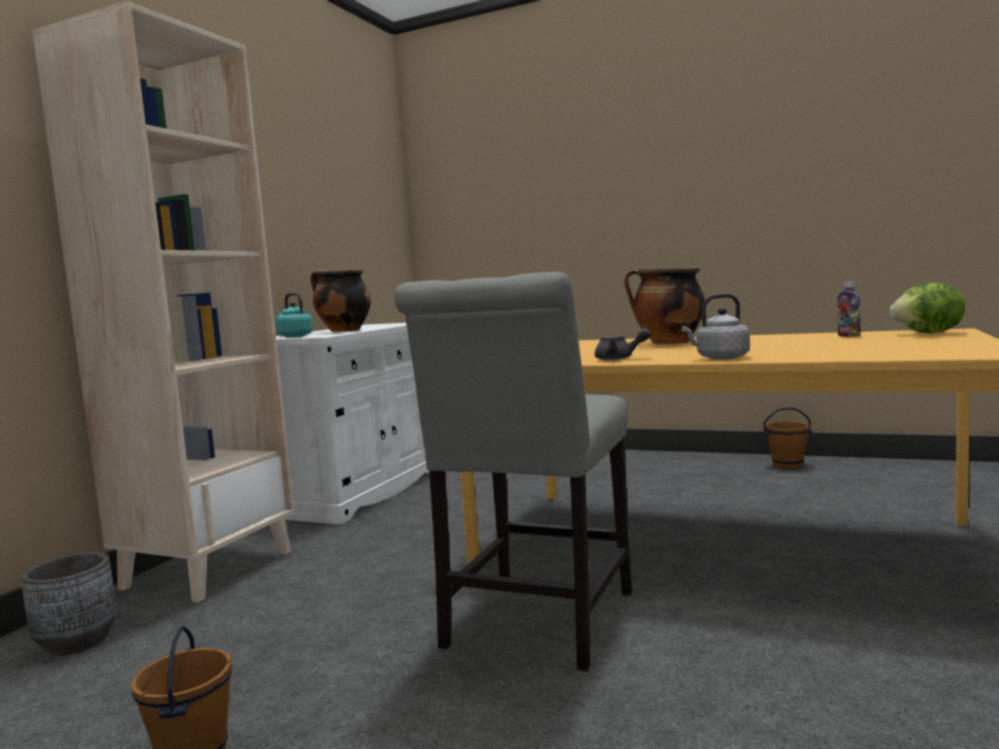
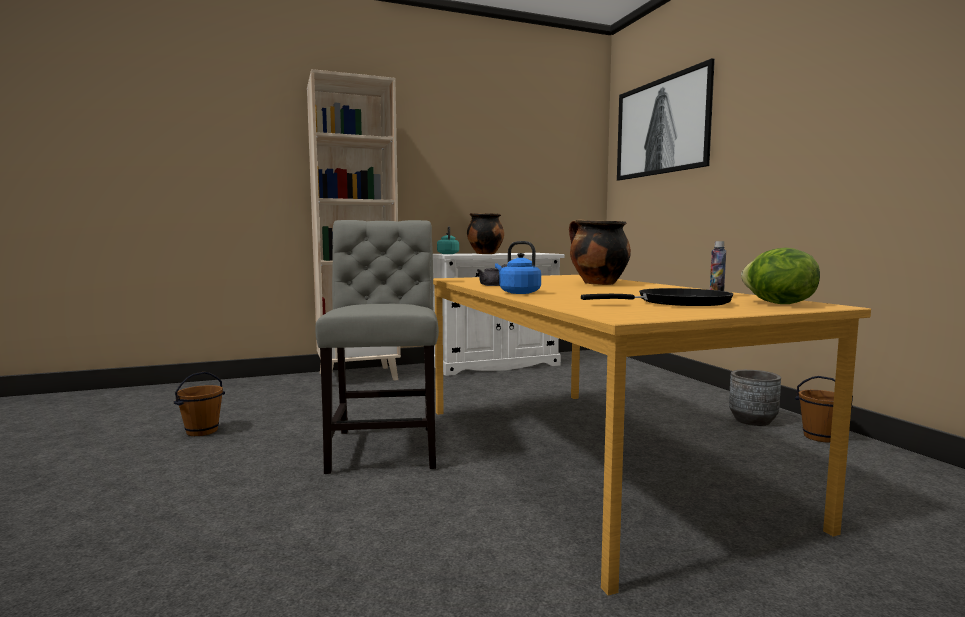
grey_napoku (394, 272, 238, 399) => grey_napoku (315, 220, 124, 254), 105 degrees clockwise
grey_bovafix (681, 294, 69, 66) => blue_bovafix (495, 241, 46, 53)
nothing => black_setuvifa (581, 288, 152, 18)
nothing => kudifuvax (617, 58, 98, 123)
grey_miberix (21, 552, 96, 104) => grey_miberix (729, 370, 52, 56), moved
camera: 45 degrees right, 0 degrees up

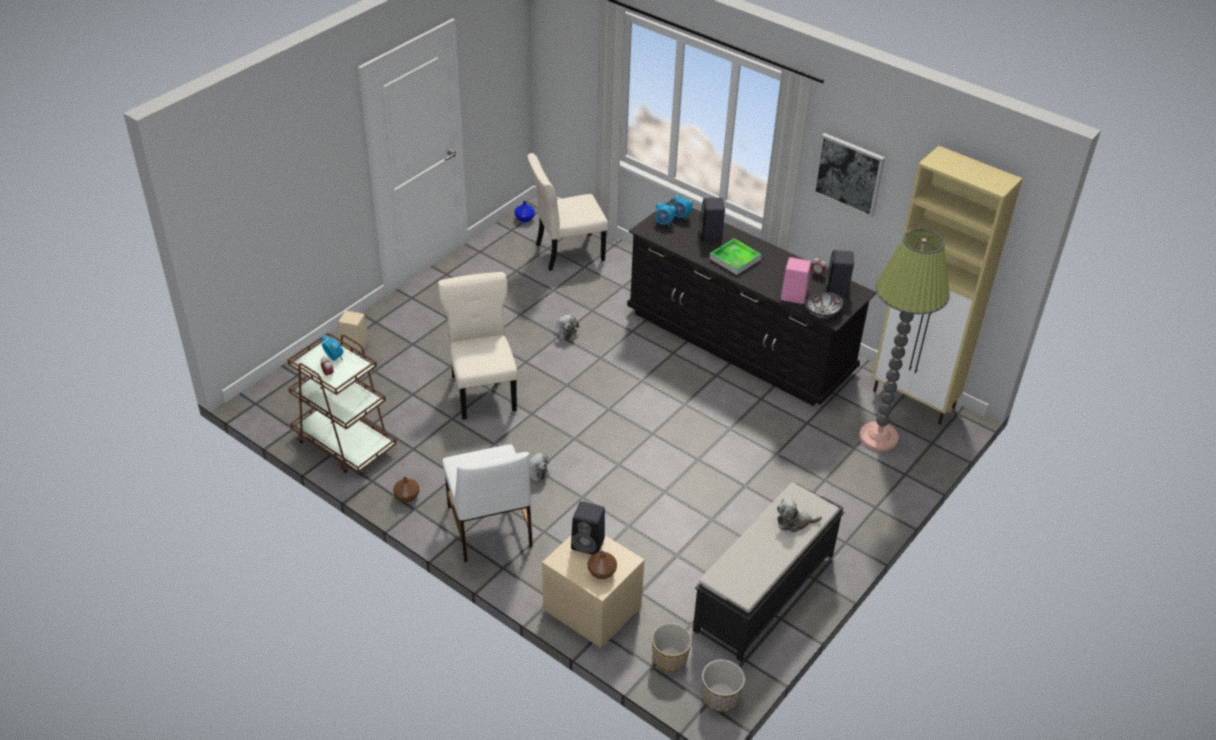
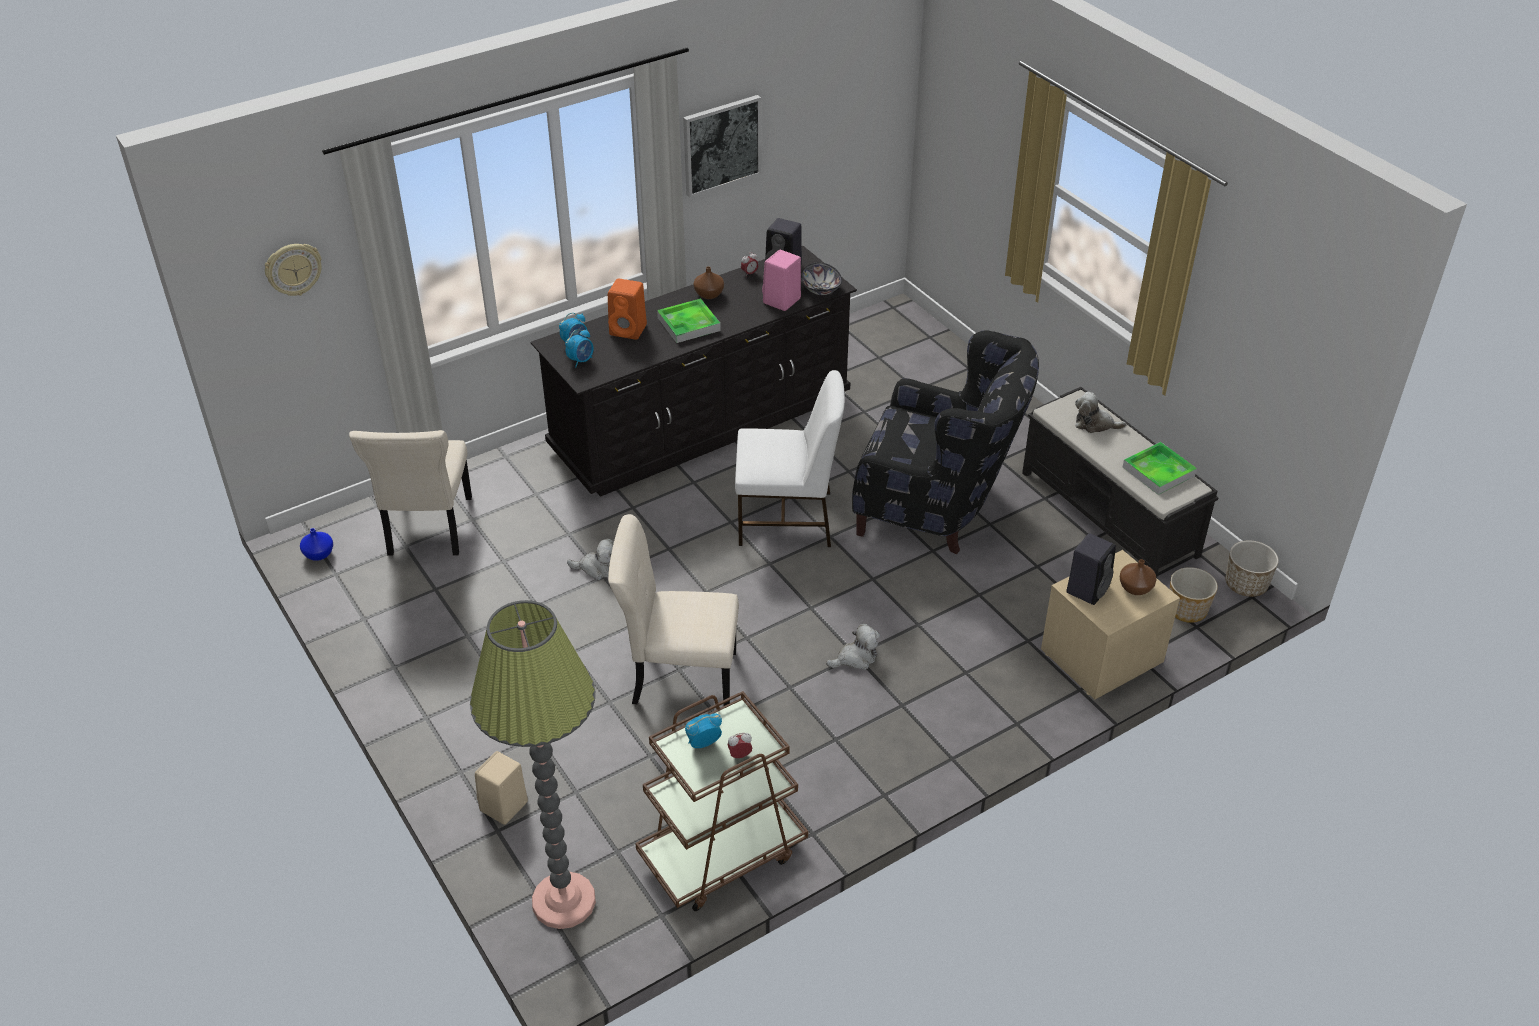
nothing => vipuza (265, 244, 57, 52)
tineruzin (859, 229, 91, 222) => tineruzin (470, 600, 126, 329), moved
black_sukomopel (699, 198, 26, 43) => orange_sukomopel (608, 278, 39, 62)
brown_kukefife (393, 477, 27, 25) => brown_kukefife (694, 266, 30, 33), moved
white_napoku (442, 444, 91, 118) => white_napoku (735, 370, 110, 177), moved
nothing => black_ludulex (852, 330, 187, 224)
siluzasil (777, 497, 45, 36) => siluzasil (1075, 392, 52, 41), 90 degrees clockwise
nothing => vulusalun (1123, 442, 74, 53)
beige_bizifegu (872, 146, 151, 279) => nothing
camera: 70 degrees left, 0 degrees up

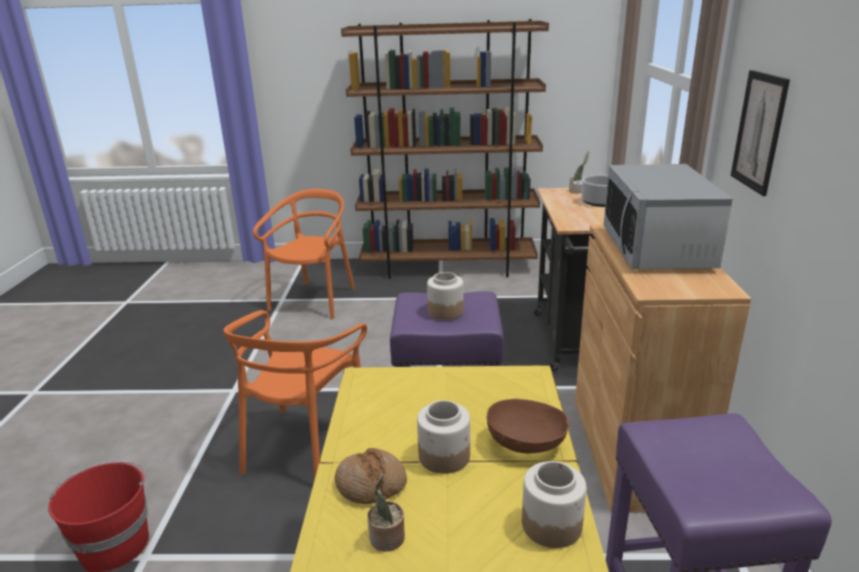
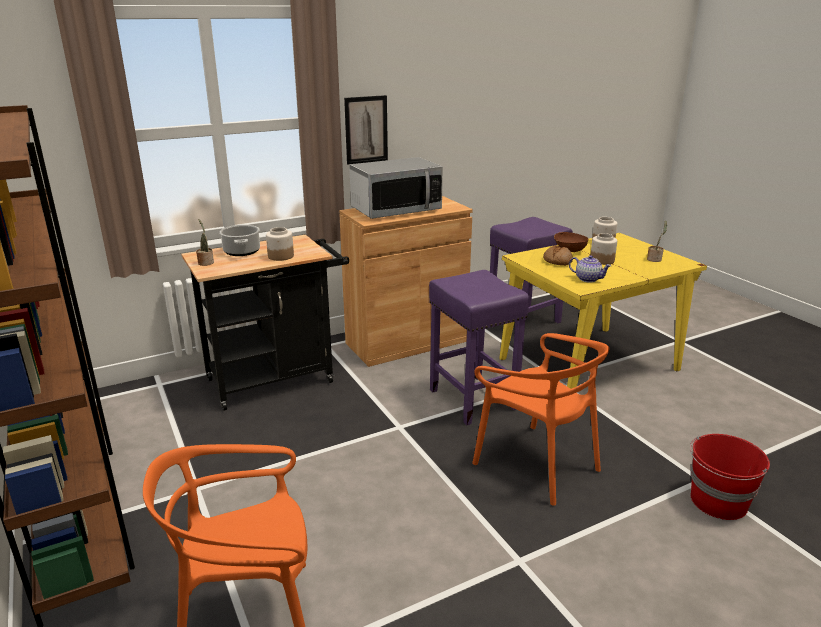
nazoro (427, 272, 37, 48) => nazoro (266, 227, 28, 34), moved
orange_napoku (223, 310, 144, 170) => orange_napoku (472, 333, 137, 173), 60 degrees clockwise
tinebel (335, 448, 72, 56) => tinebel (543, 245, 30, 21), moved
nothing => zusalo (569, 255, 42, 28)
camera: 120 degrees left, 0 degrees up

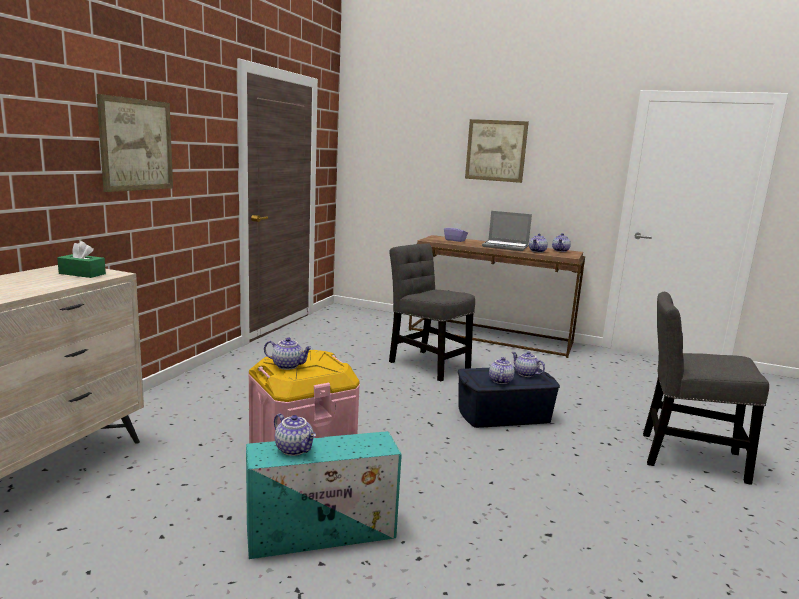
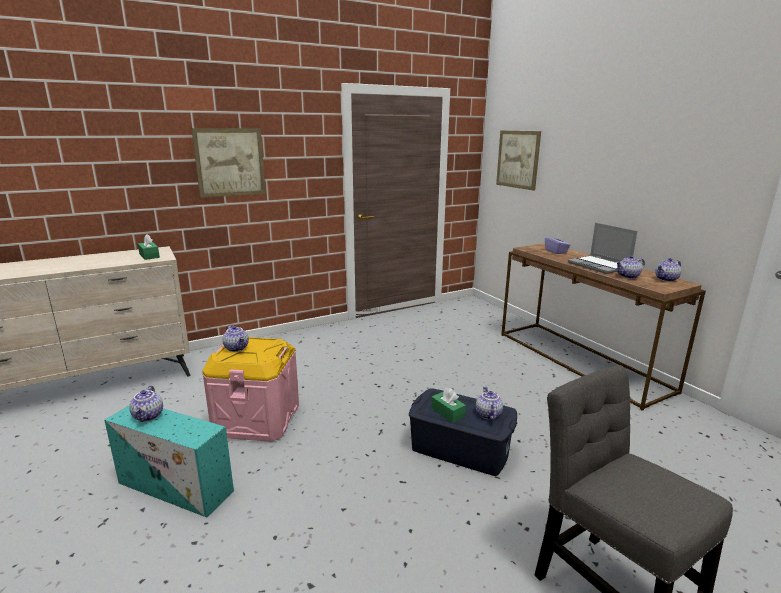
zusalo (489, 357, 26, 27) => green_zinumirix (431, 388, 35, 35)
kudifuvax (465, 119, 64, 64) => kudifuvax (496, 131, 45, 60), moved
grey_napoku (389, 243, 86, 139) => nothing
camera: 40 degrees right, 5 degrees up

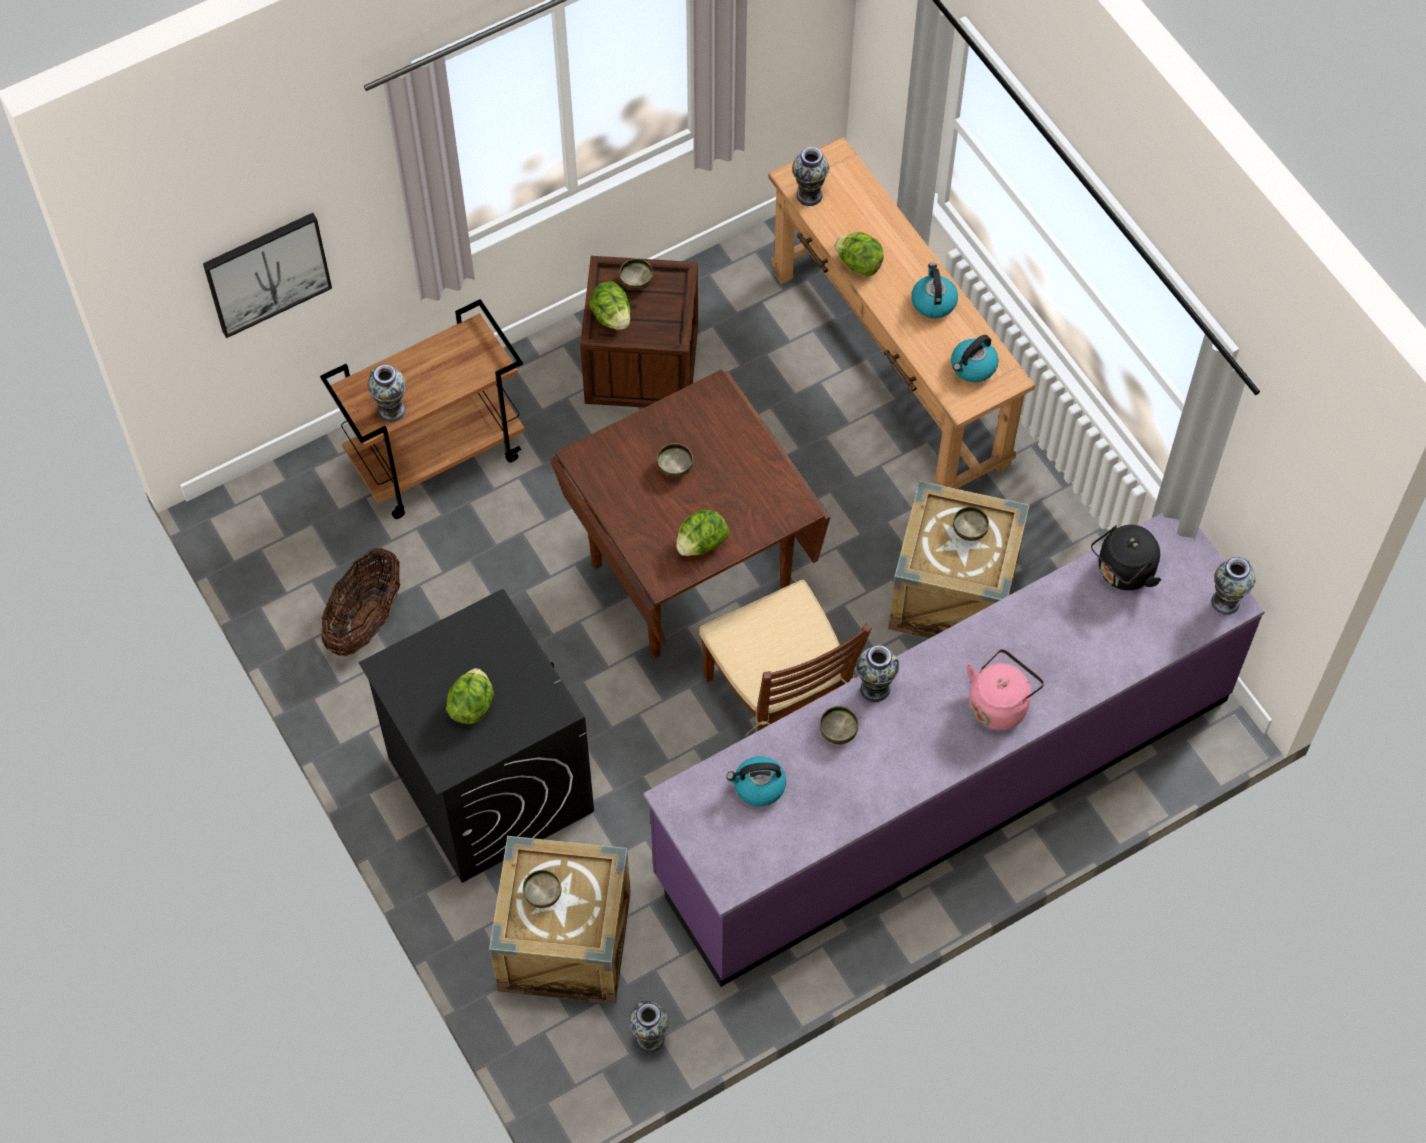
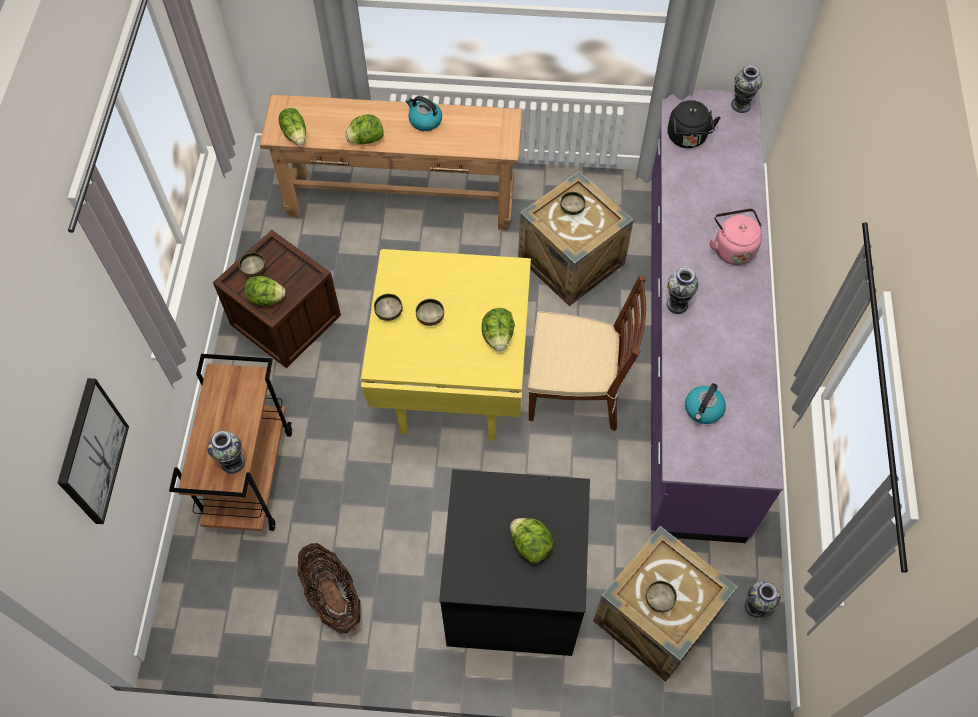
kukefife (792, 147, 37, 59) => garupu (279, 108, 27, 37)
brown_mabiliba (550, 369, 281, 289) => yellow_mabiliba (361, 249, 170, 192)
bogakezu (820, 706, 38, 38) => bogakezu (374, 294, 29, 27), moved
bovafix (951, 335, 47, 48) => nothing
camera: 55 degrees left, 0 degrees up

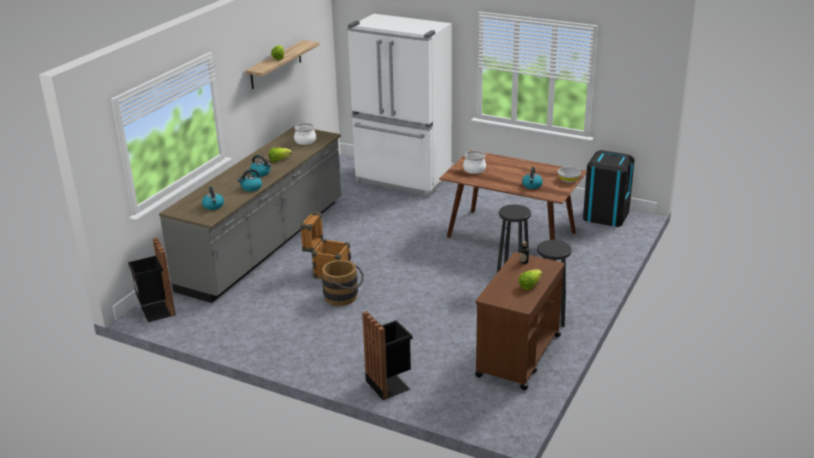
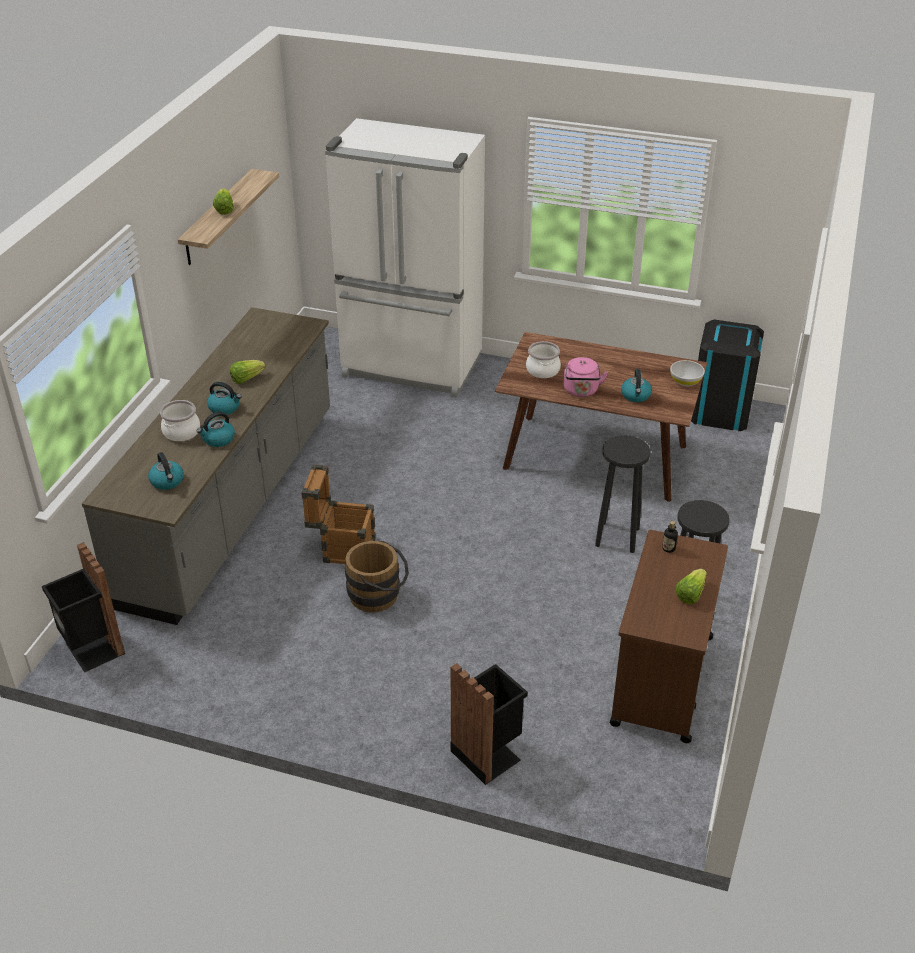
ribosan (294, 123, 22, 22) => ribosan (160, 400, 40, 41), moved
nothing => pink_bovafix (563, 357, 45, 40)
camera: 10 degrees left, 10 degrees up

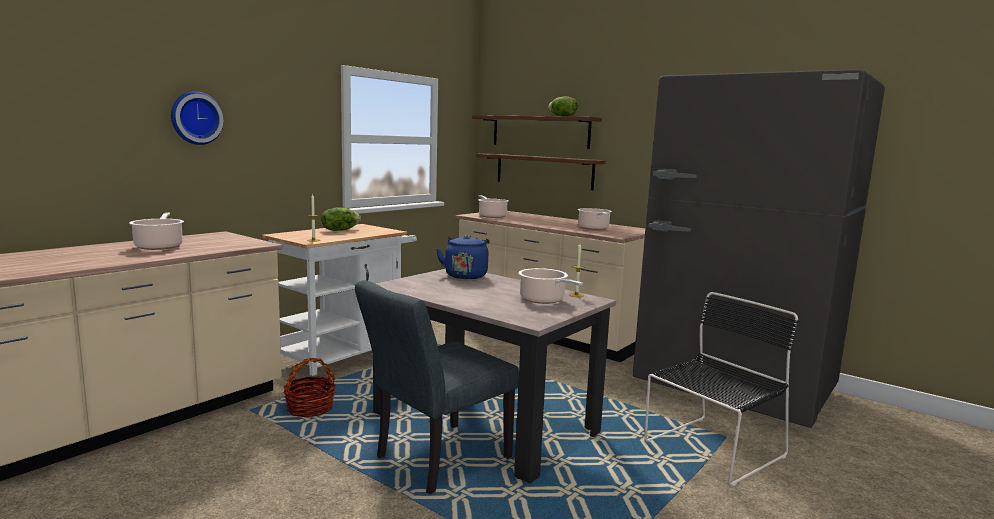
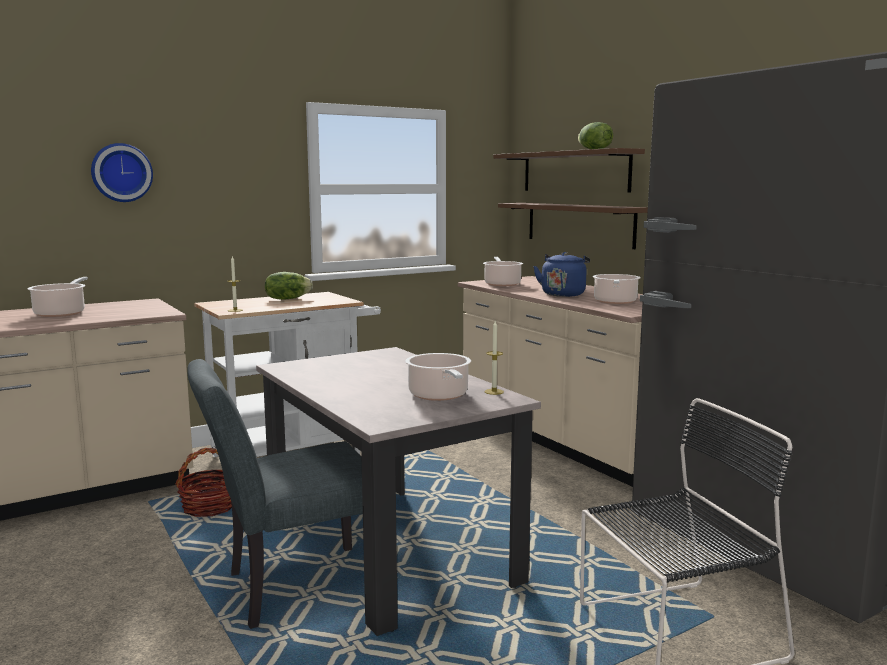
blue_bovafix (436, 235, 54, 44) => blue_bovafix (533, 252, 57, 45), moved
camera: 20 degrees right, 0 degrees up

